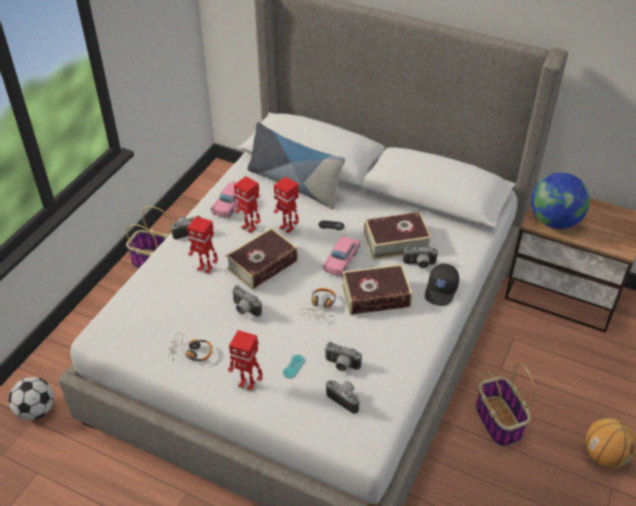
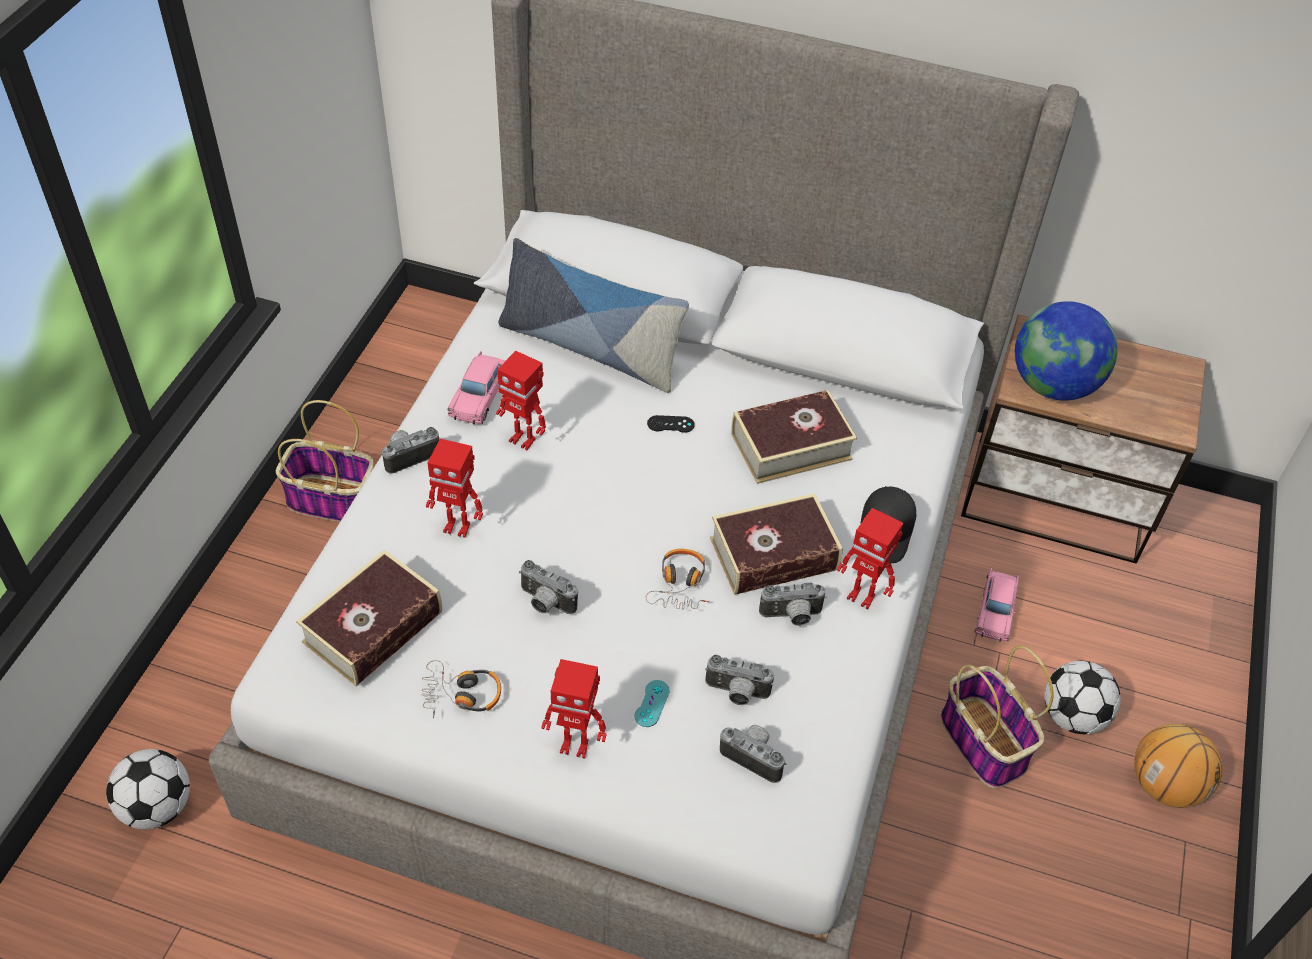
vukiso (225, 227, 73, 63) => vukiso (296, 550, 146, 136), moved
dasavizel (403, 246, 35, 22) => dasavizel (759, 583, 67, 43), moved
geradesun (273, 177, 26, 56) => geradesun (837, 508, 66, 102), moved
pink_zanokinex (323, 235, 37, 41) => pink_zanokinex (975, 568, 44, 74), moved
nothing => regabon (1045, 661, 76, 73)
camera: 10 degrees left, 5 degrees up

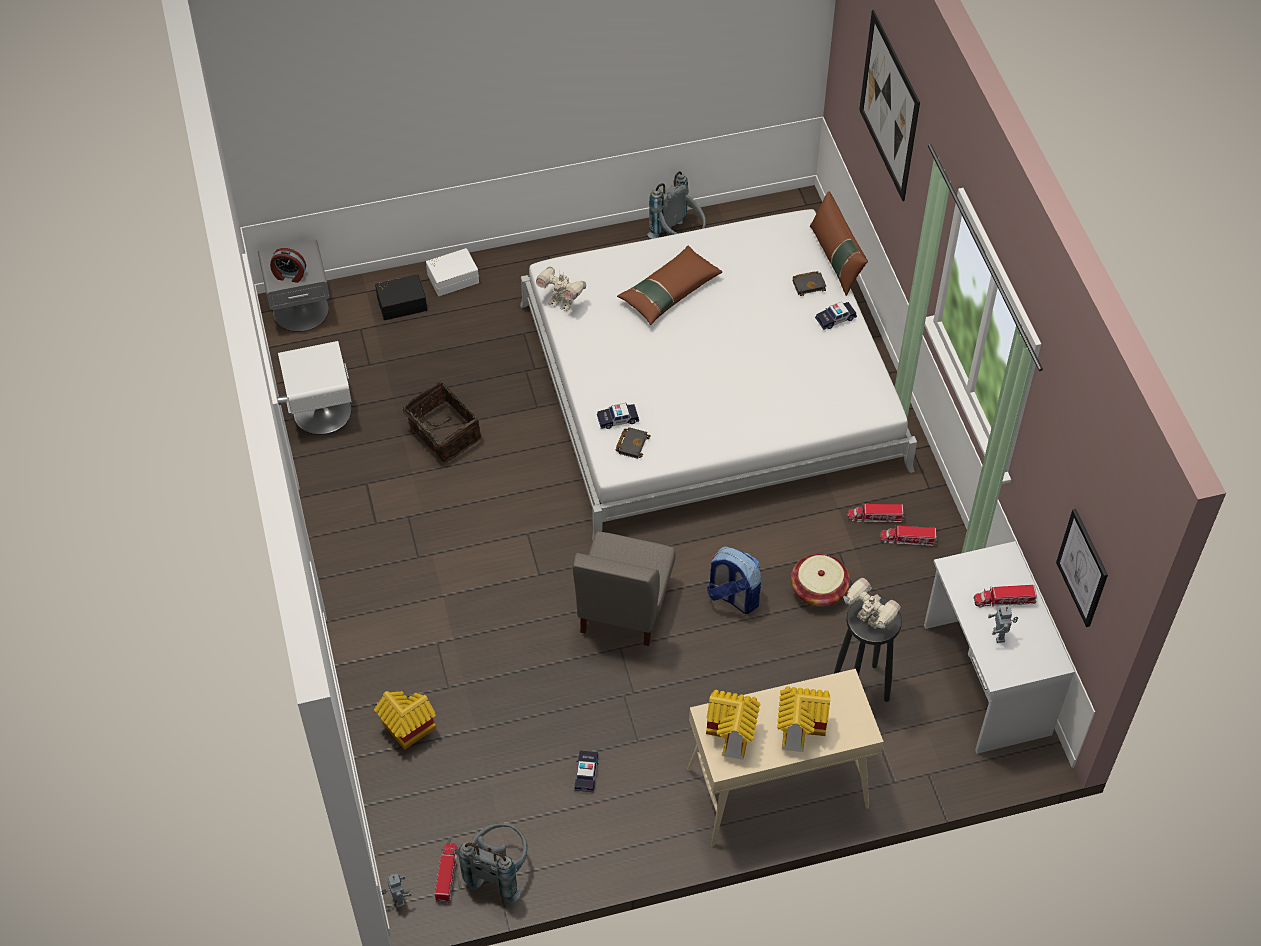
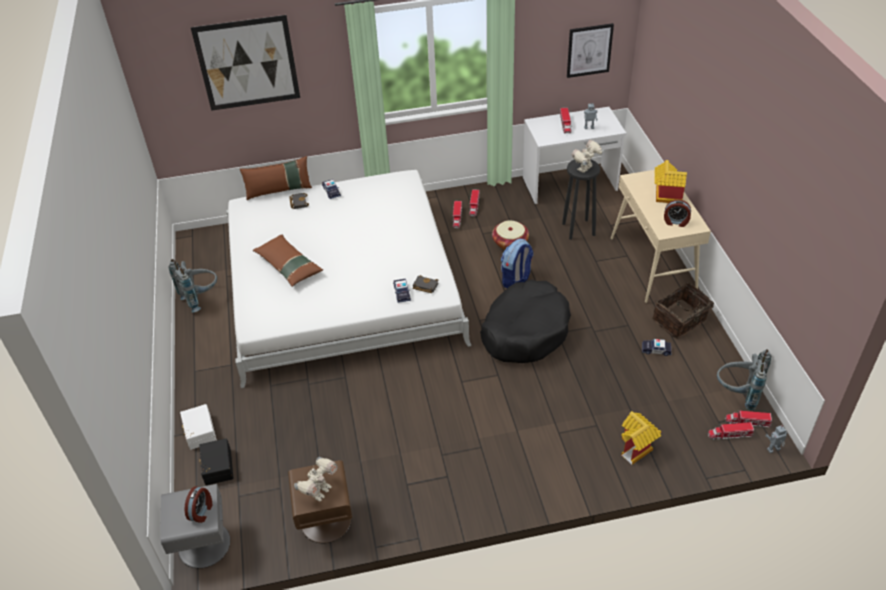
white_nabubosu (278, 341, 74, 94) => brown_nabubosu (288, 460, 64, 83)
geradesun (536, 267, 50, 44) => geradesun (294, 457, 43, 45), moved
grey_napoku (572, 531, 104, 115) => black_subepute (480, 280, 91, 83)
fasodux (403, 381, 79, 81) => fasodux (653, 283, 61, 56), moved
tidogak (706, 690, 55, 70) => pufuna (664, 199, 27, 28)
nothing => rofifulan (708, 422, 46, 18)
camera: 85 degrees left, 10 degrees down

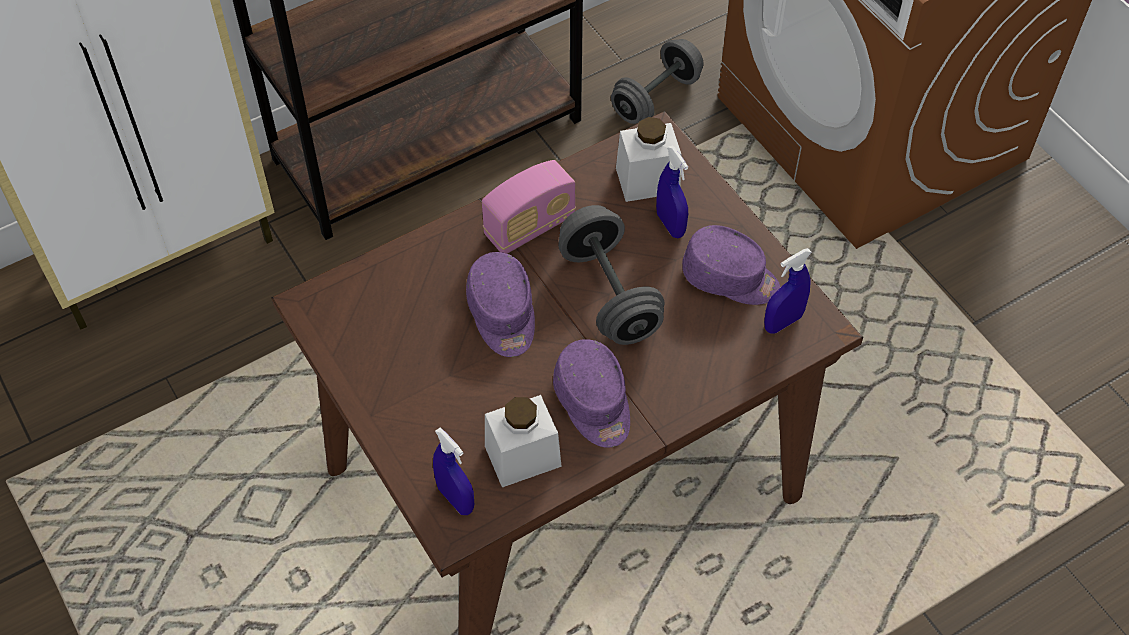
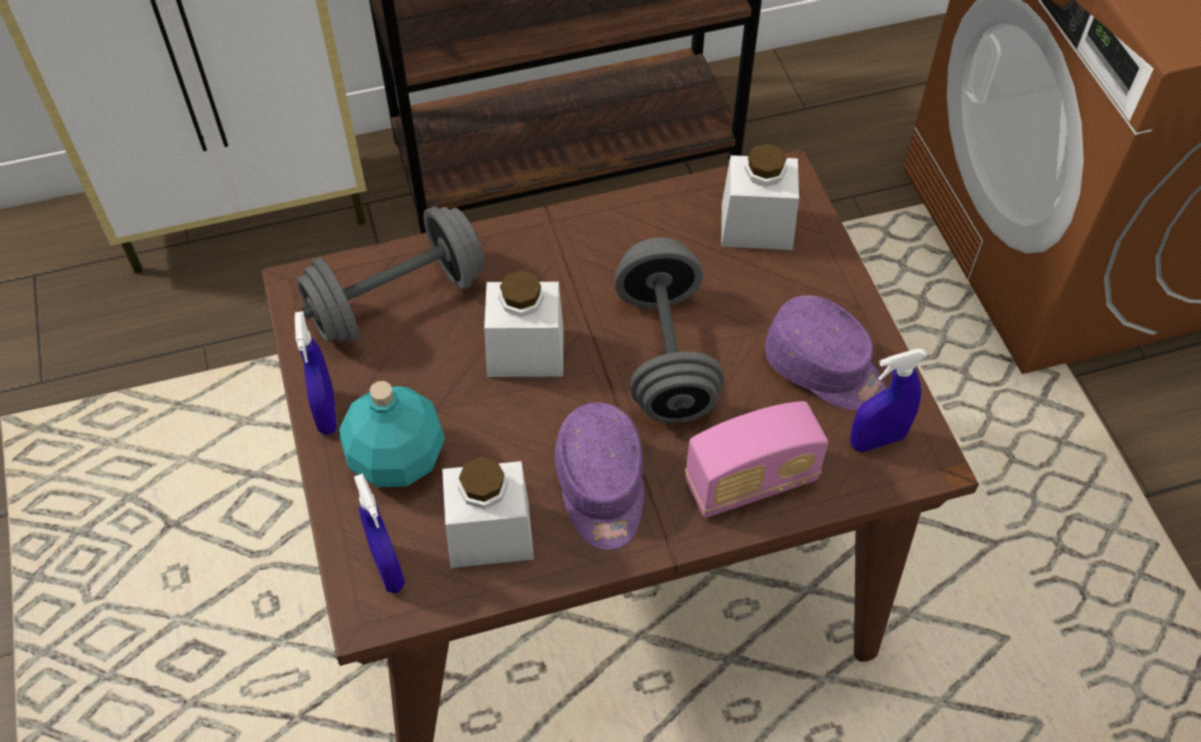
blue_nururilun (656, 145, 32, 93) => blue_nururilun (295, 311, 42, 124), moved
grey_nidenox (611, 39, 92, 85) => grey_nidenox (296, 206, 189, 136), moved
nothing => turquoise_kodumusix (339, 381, 106, 106)
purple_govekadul (466, 252, 69, 105) => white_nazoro (484, 270, 79, 107)
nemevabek (482, 160, 94, 94) => nemevabek (685, 401, 143, 117), moved
camera: 15 degrees right, 0 degrees up

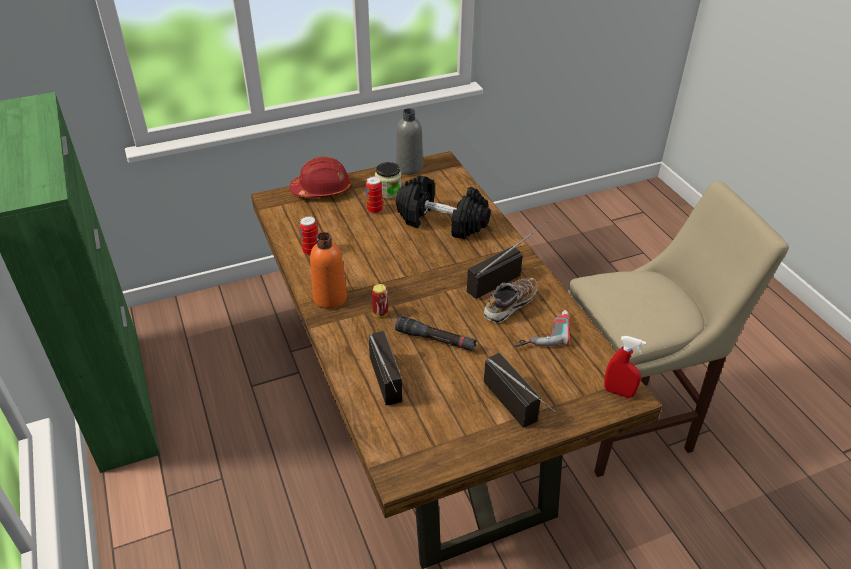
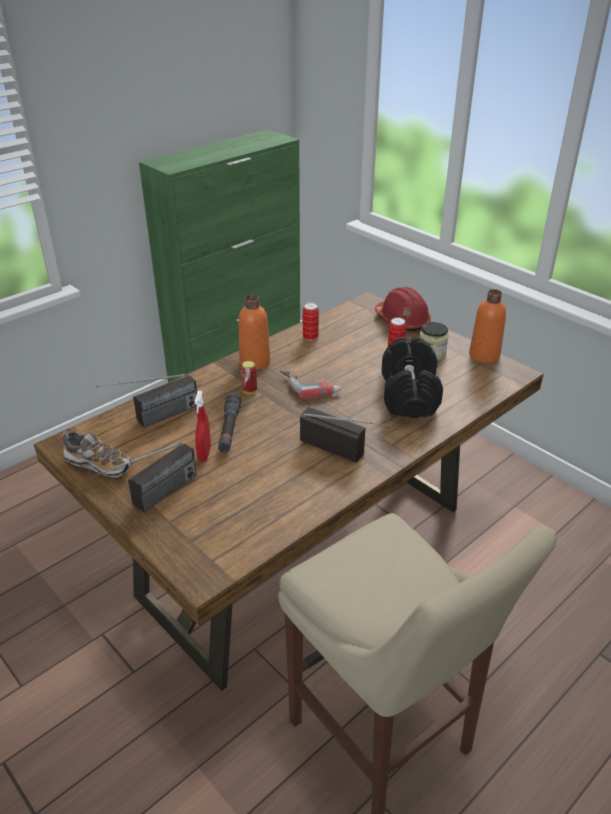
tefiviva (484, 277, 53, 46) => tefiviva (62, 430, 70, 47), moved
red_nururilun (604, 336, 42, 62) => red_nururilun (194, 391, 17, 71), moved
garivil (514, 310, 56, 37) => garivil (280, 370, 62, 29), moved
grey_kodumusix (396, 108, 27, 67) => orange_kodumusix (469, 289, 37, 74)
camera: 70 degrees right, 5 degrees down

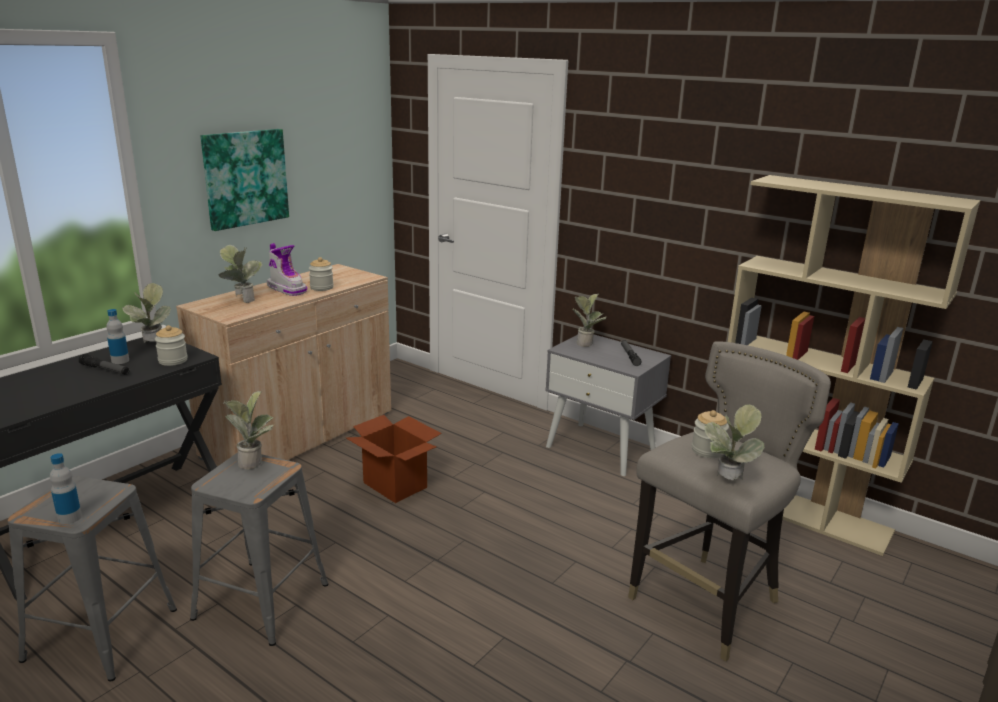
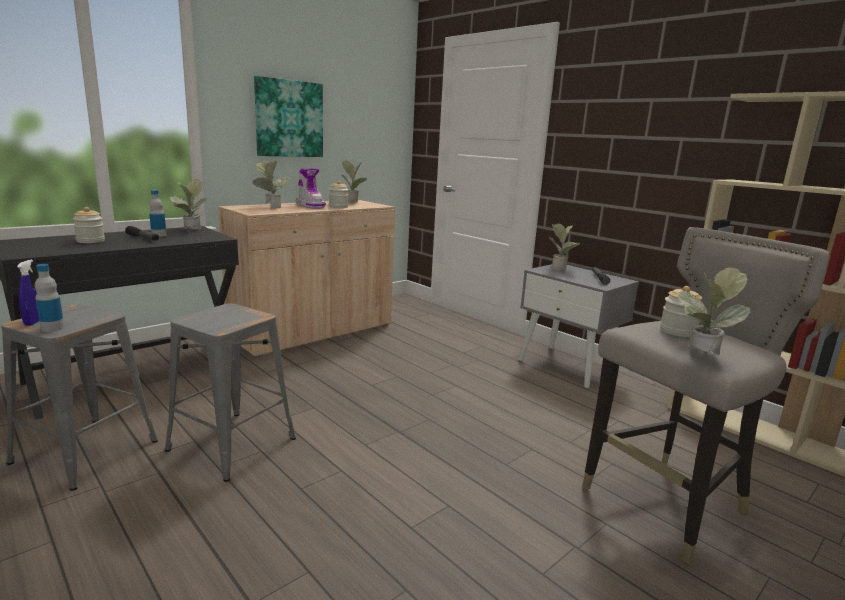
nothing => blue_nururilun (17, 260, 22, 66)
nazoro (155, 325, 33, 41) => nazoro (73, 207, 32, 36), moved
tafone (224, 391, 50, 78) => tafone (341, 161, 26, 42), moved
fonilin (345, 415, 97, 88) => nothing
camera: 10 degrees right, 5 degrees down

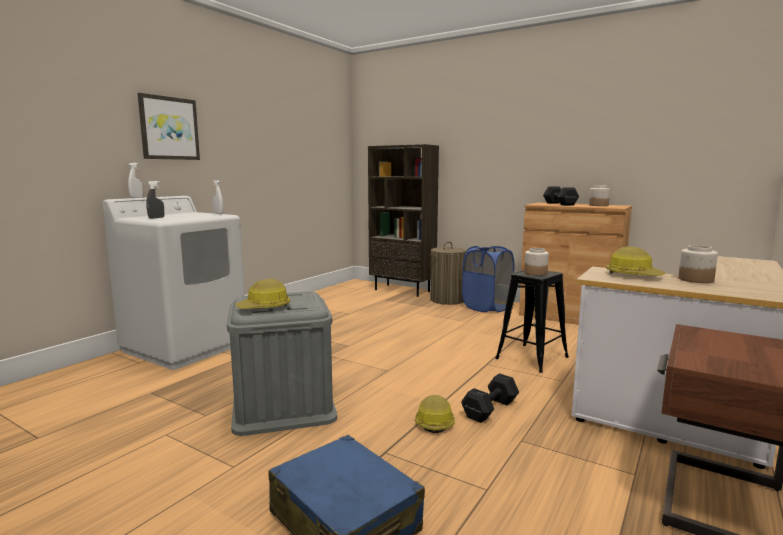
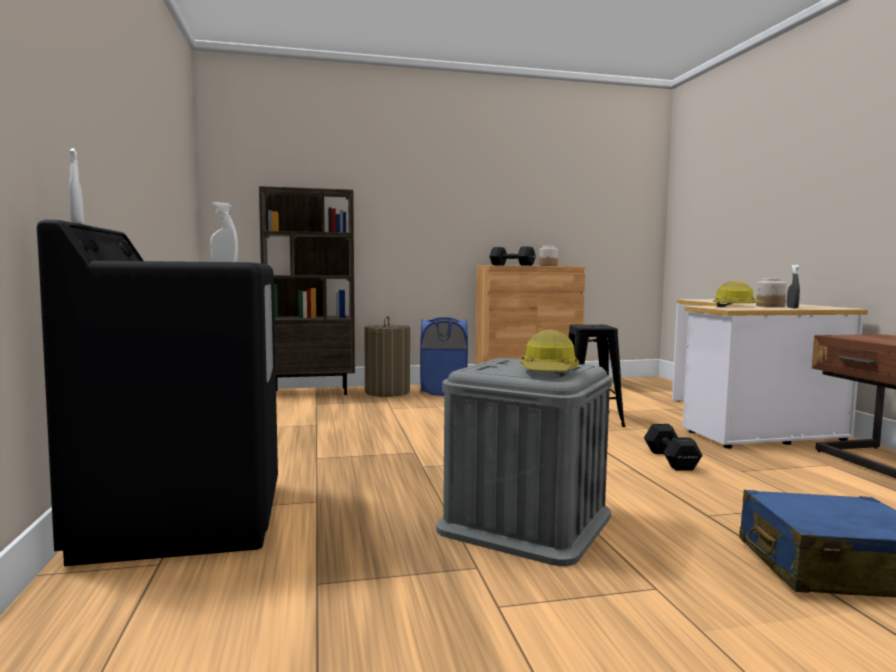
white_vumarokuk (103, 196, 142, 174) => black_vumarokuk (37, 220, 241, 346)
grey_nururilun (146, 181, 18, 37) => grey_nururilun (787, 265, 13, 43), moved
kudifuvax (138, 93, 62, 67) => nothing
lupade (415, 395, 40, 38) => nothing
nazoro (524, 248, 25, 27) => nothing
camera: 45 degrees left, 5 degrees down

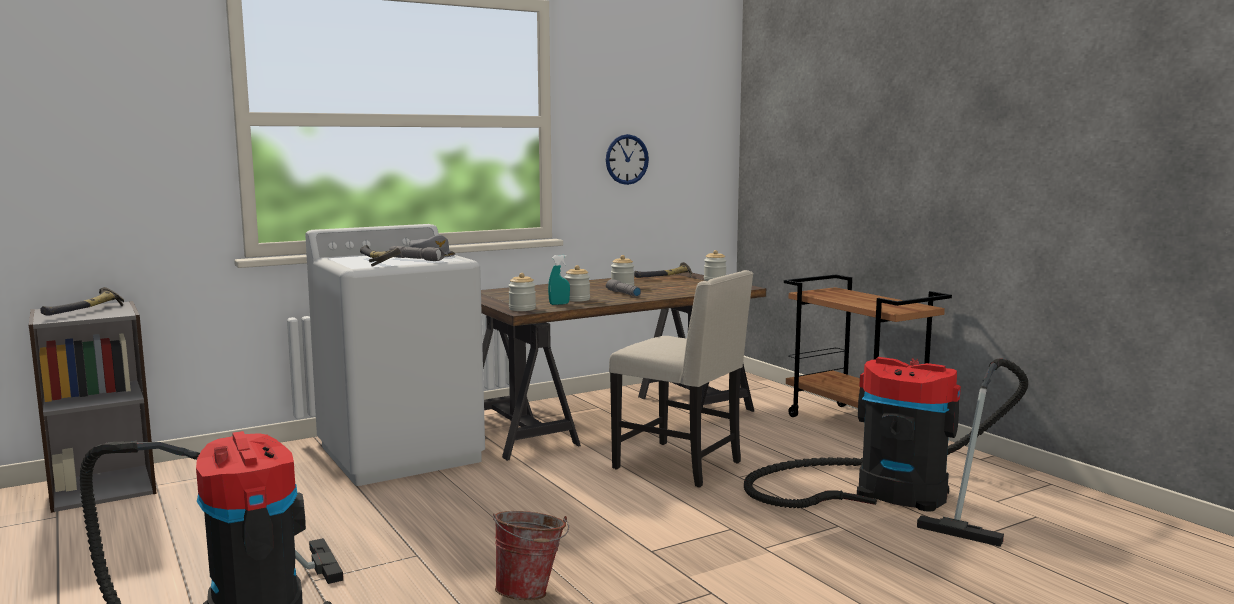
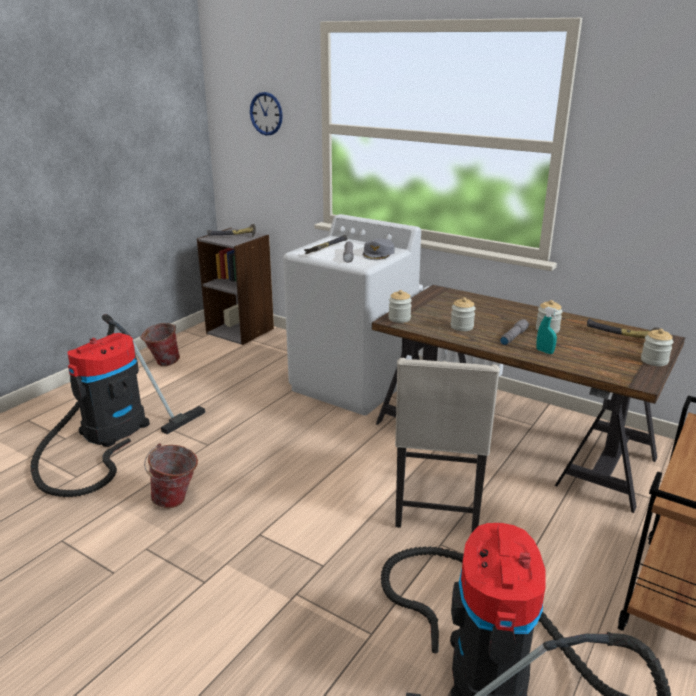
nothing => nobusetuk (140, 323, 40, 43)
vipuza (606, 134, 43, 51) => vipuza (250, 92, 33, 44), moved
turquoise_nururilun (548, 255, 22, 50) => turquoise_nururilun (536, 307, 22, 47), moved
camera: 65 degrees right, 15 degrees up

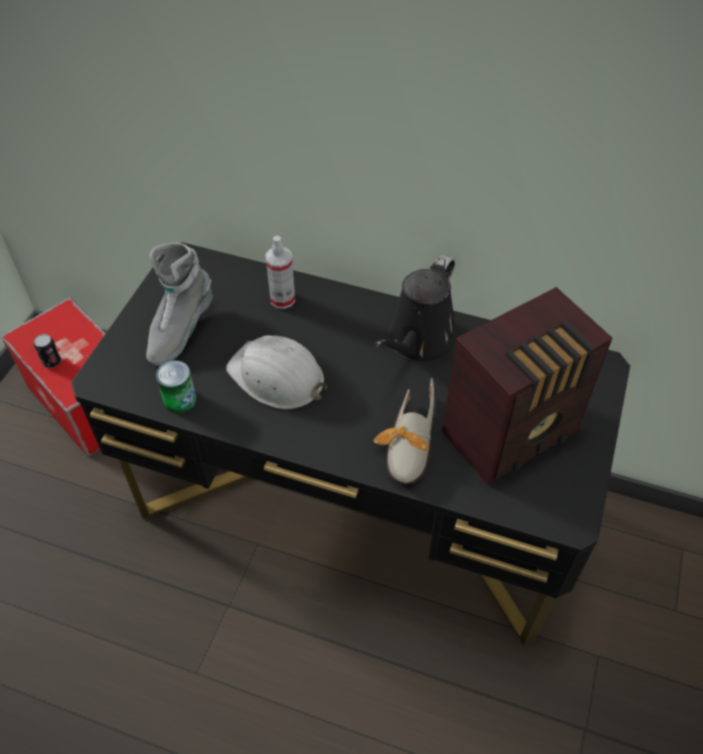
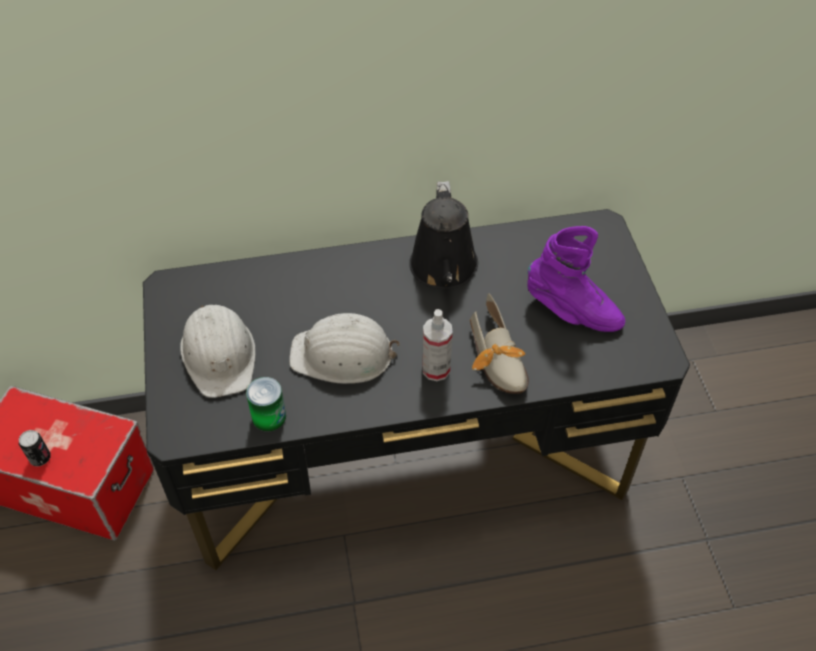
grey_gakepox (146, 243, 67, 123) => white_lupade (180, 305, 76, 93)
nururilun (265, 235, 30, 74) => nururilun (422, 309, 30, 72), moved
nemevabek (442, 287, 171, 198) => purple_gakepox (527, 226, 98, 106)
camera: 30 degrees left, 0 degrees up

